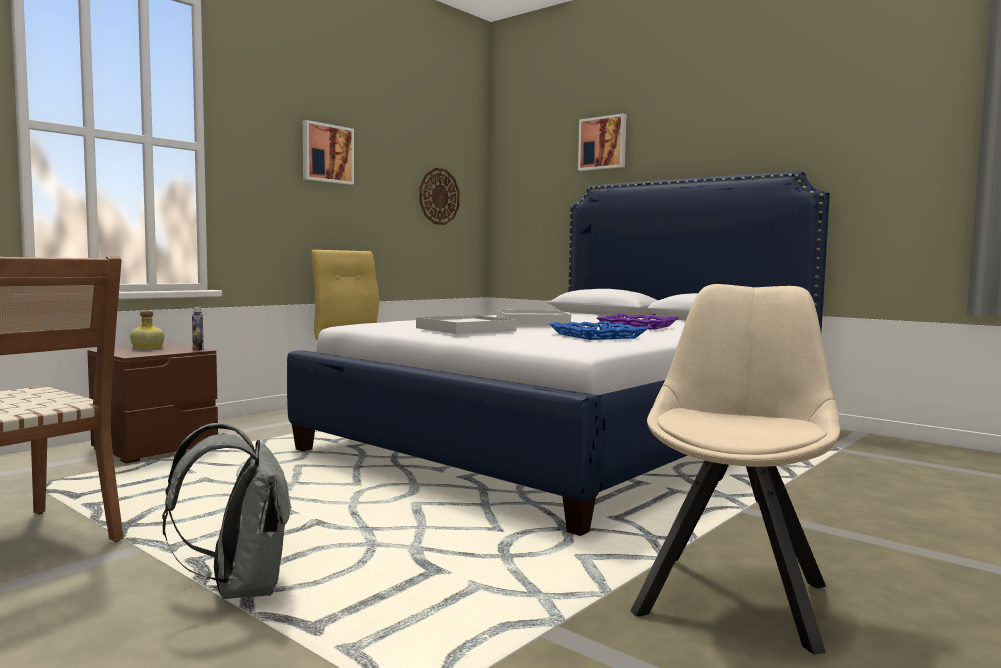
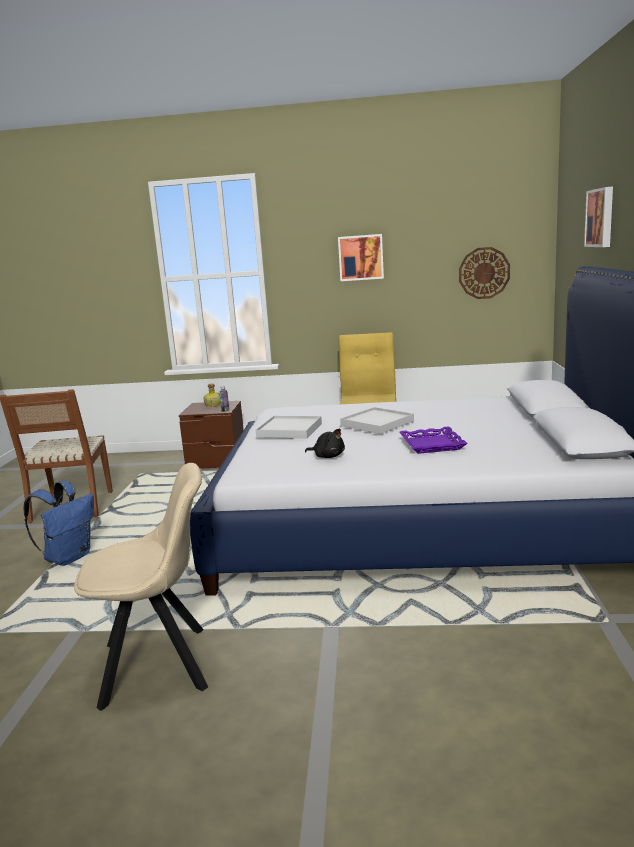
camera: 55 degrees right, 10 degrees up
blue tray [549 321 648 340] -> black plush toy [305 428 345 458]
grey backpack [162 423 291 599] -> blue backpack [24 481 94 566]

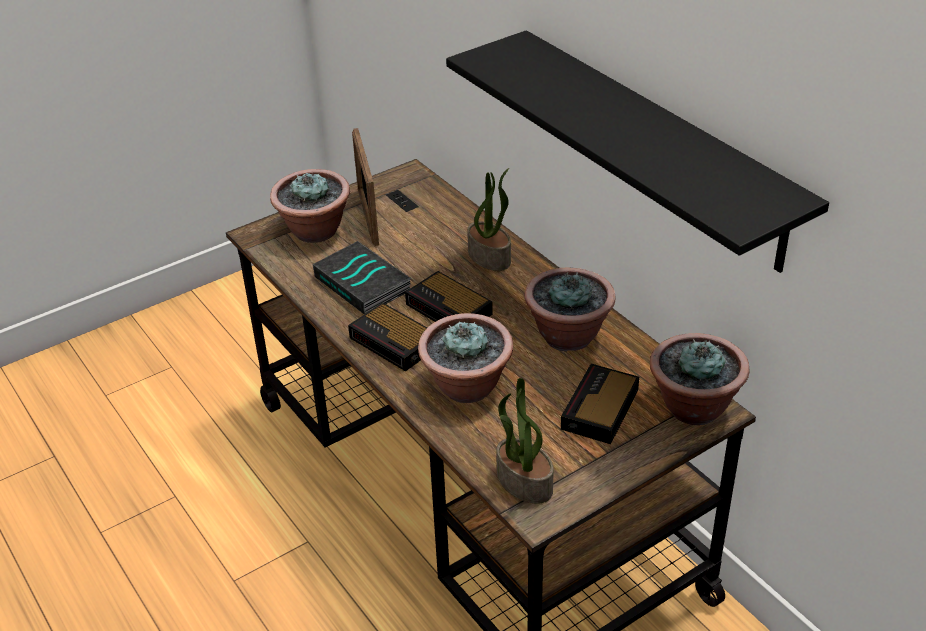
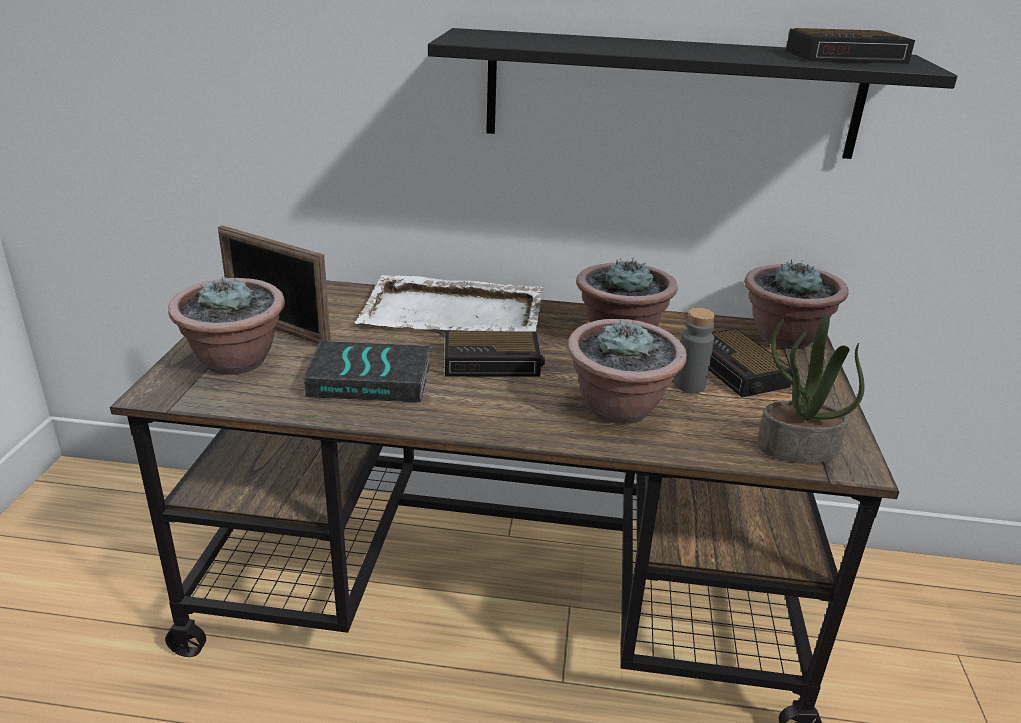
camera: 50 degrees left, 10 degrees down
potted plant [467 168 511 271] -> white tray [355 275 543 332]
alarm clock [348 302 427 372] -> alarm clock [786 28 915 64], relocated
none -> grey bottle [674 308 715 393]

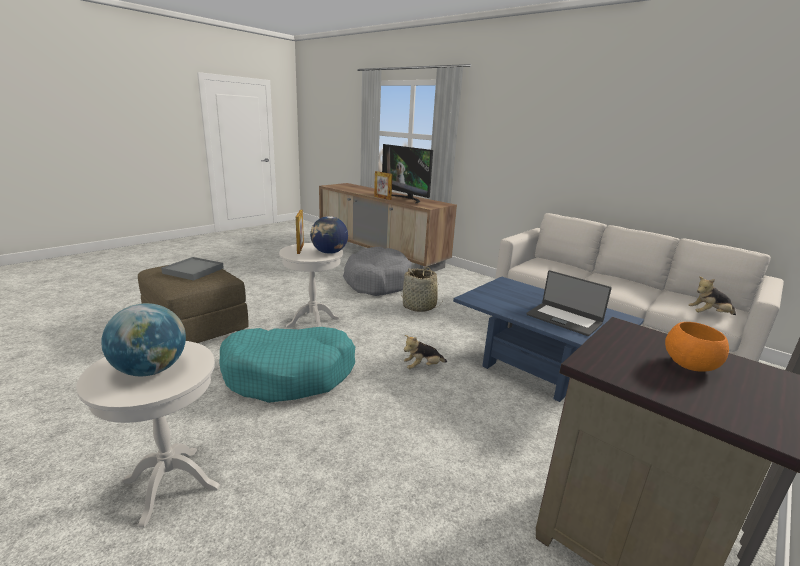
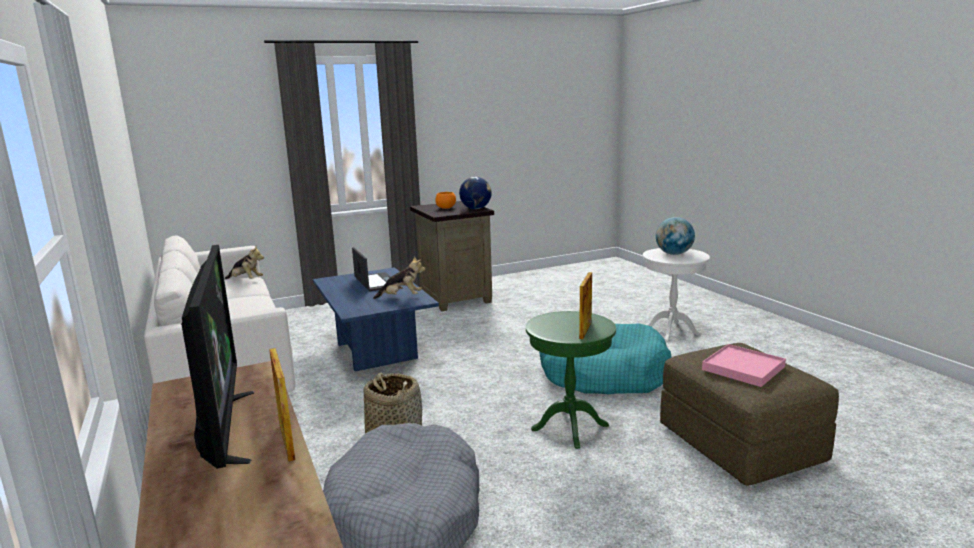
camera: 155 degrees left, 5 degrees down
globe [310 216 348 254] -> globe [459 177 492 209], relocated
white side table [279 243 343 328] -> green side table [526 311 616 449]
grey tray [161 257 224 281] -> pink tray [702 344 786 387]
plush toy [404 335 447 369] -> plush toy [373 256 425 299], relocated

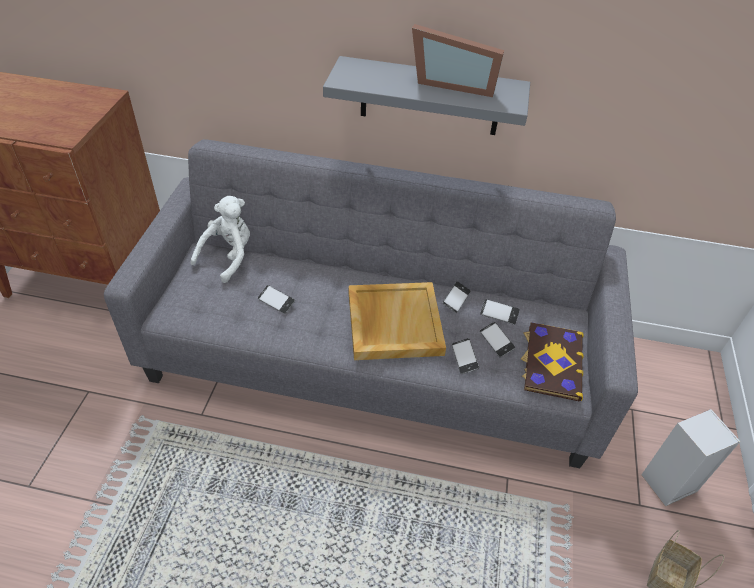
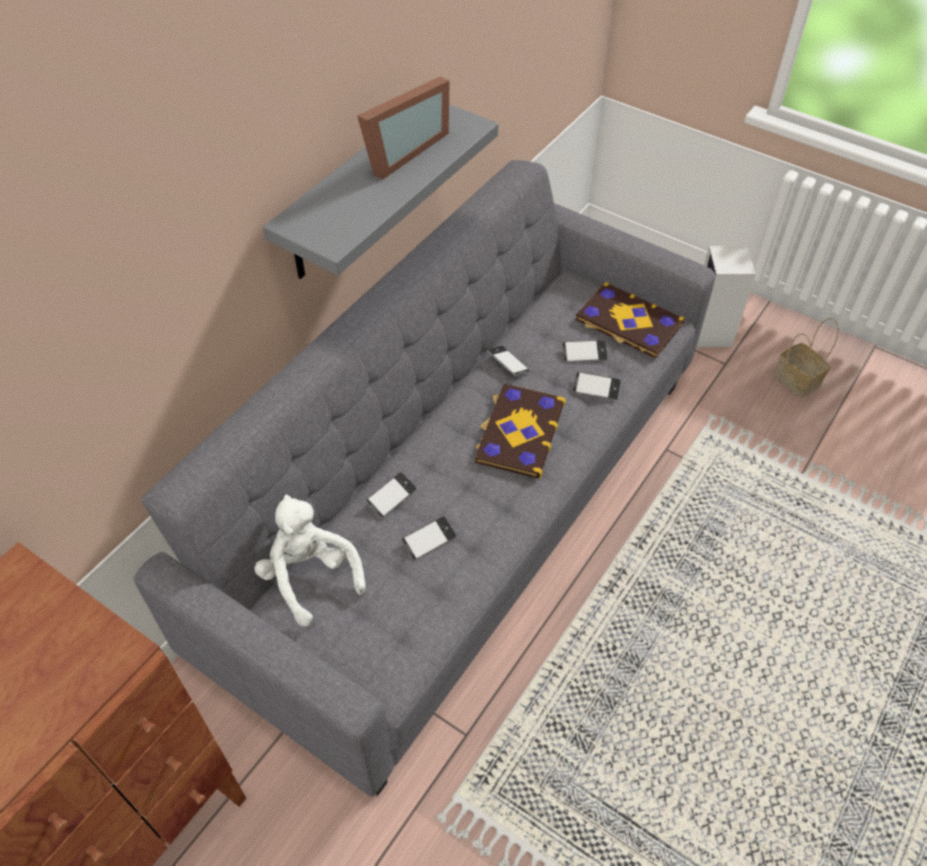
camera: 65 degrees left, 5 degrees up
beige tray [349 282 446 360] -> book [475 383 566 479]
phone [480 299 520 325] -> phone [366 472 416 518], relocated

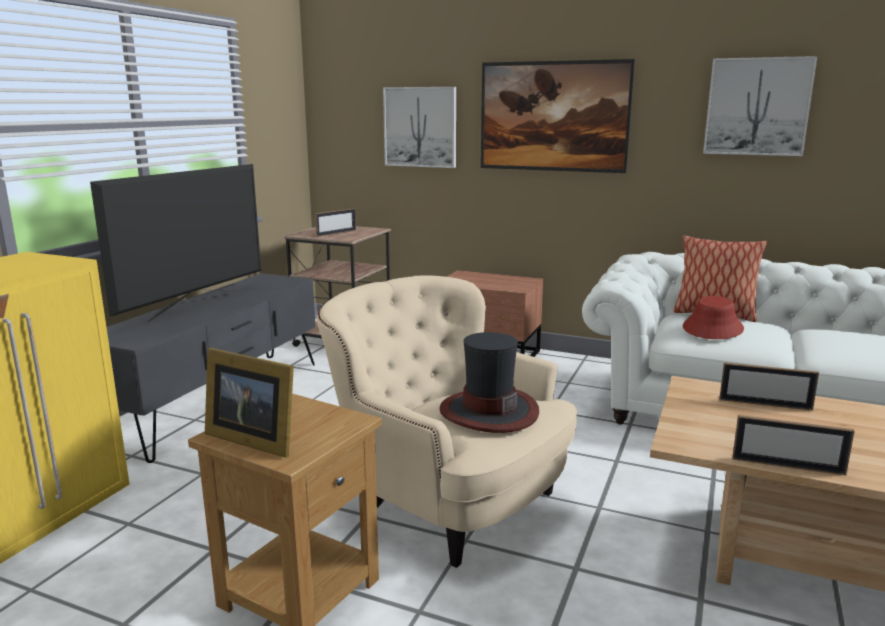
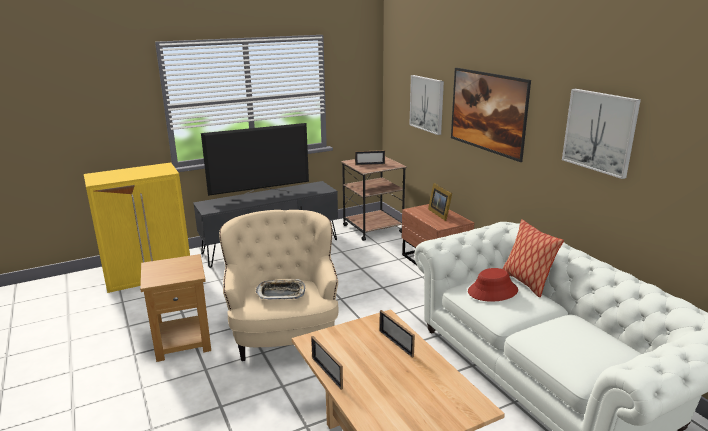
camera: 40 degrees right, 5 degrees up
hat [439 332 539 433] -> tray [256 279 306 300]
picture frame [205 348 294 458] -> picture frame [428 183 452 221], relocated

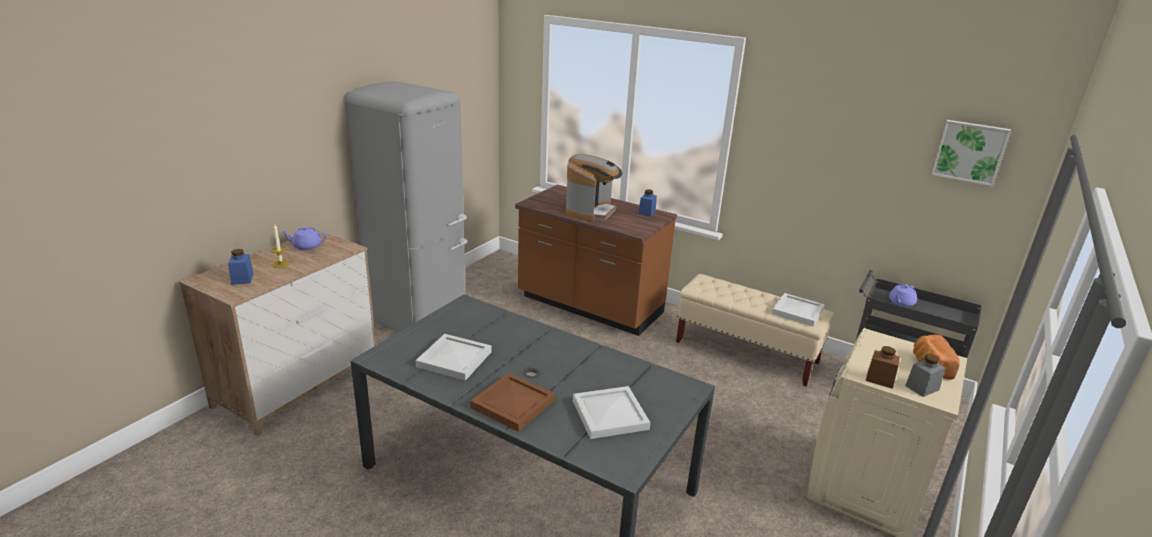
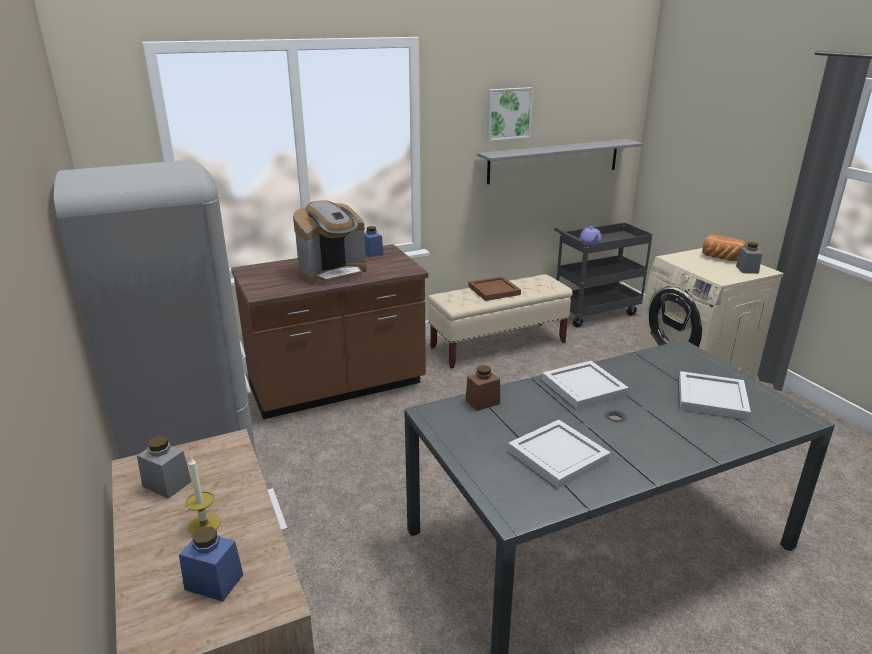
camera: 55 degrees left, 0 degrees up
picture [931 120 1011 186] -> picture [486 87 533 141], relocated
coffee machine [566 154 622 222] -> coffee machine [293 200 367 285], 90 degrees clockwise
purple teapot [281 227 327 250] -> grey jar [137 436 192 499]
white tray [772 293 825 326] -> white tray [542 361 629 409], relocated
brown jar [866 346 900 389] -> brown jar [465 365 500 411], relocated
brown tray [470 373 555 432] -> brown tray [469 276 521 301], relocated
none -> grey shelf [477 139 643 184]

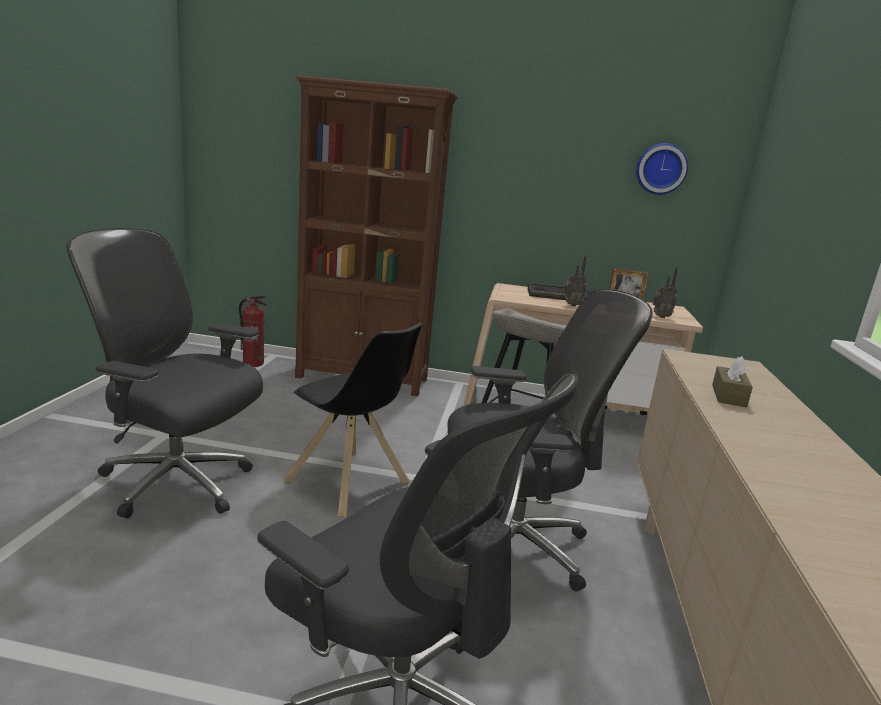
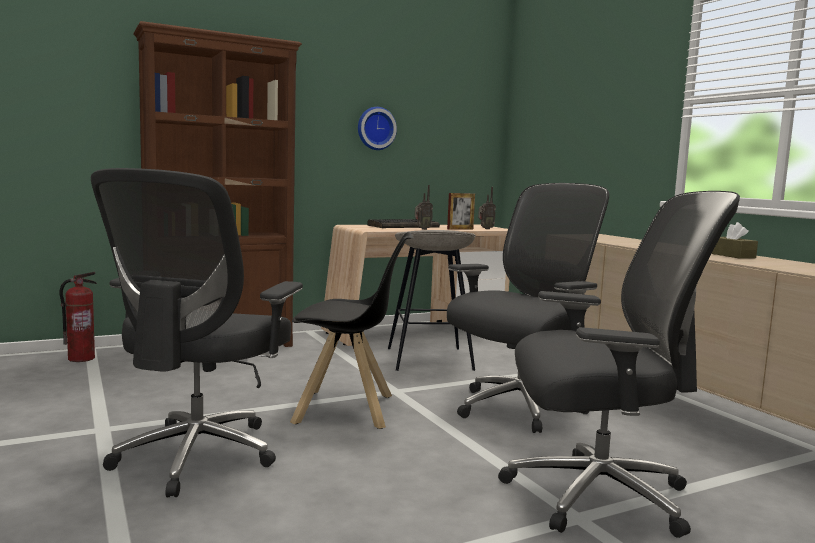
camera: 35 degrees left, 10 degrees down
wall clock [636 143 688 195] -> wall clock [358 107 397 150], relocated
office chair [67 228 263 519] -> office chair [91 168 303 497], 60 degrees counterclockwise
brown tissue box [712 356 753 407] -> brown tissue box [712 222 758 259], relocated

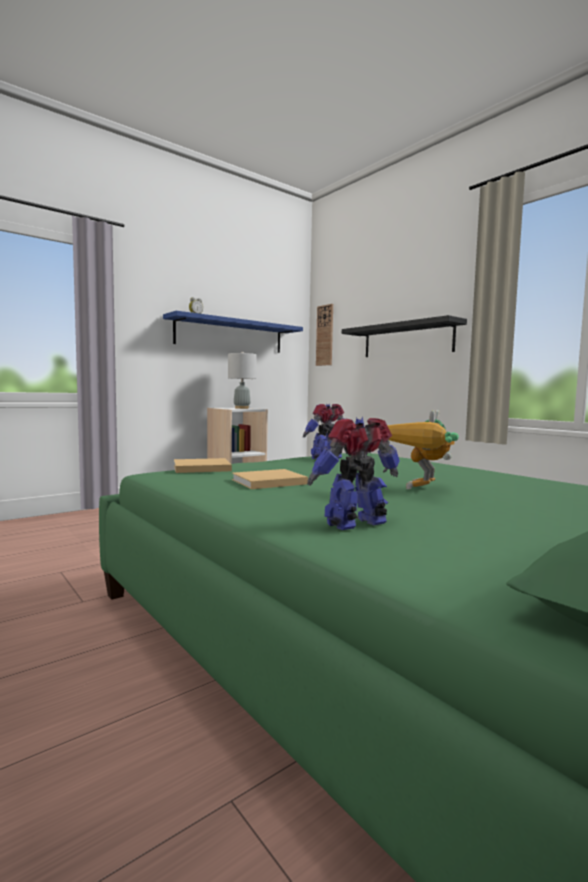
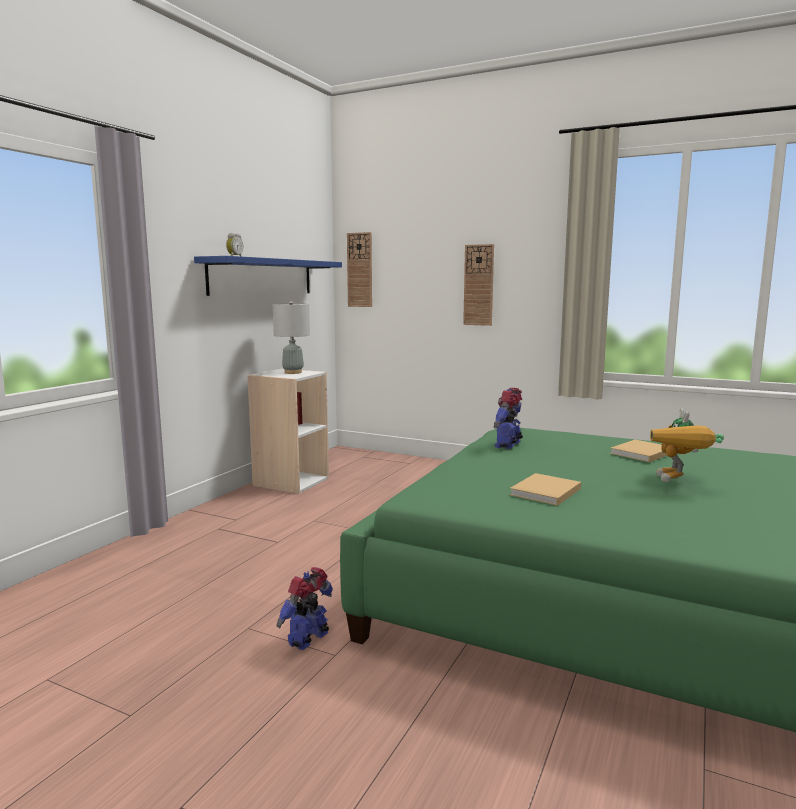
camera: 25 degrees left, 5 degrees up
black shelf [342 315 467 357] -> wall clock [463 244 494 326]
toy robot [307 417 400 530] -> toy robot [277 567 333 650], relocated
beige book [174 458 232 473] -> beige book [610 440 667 462], relocated

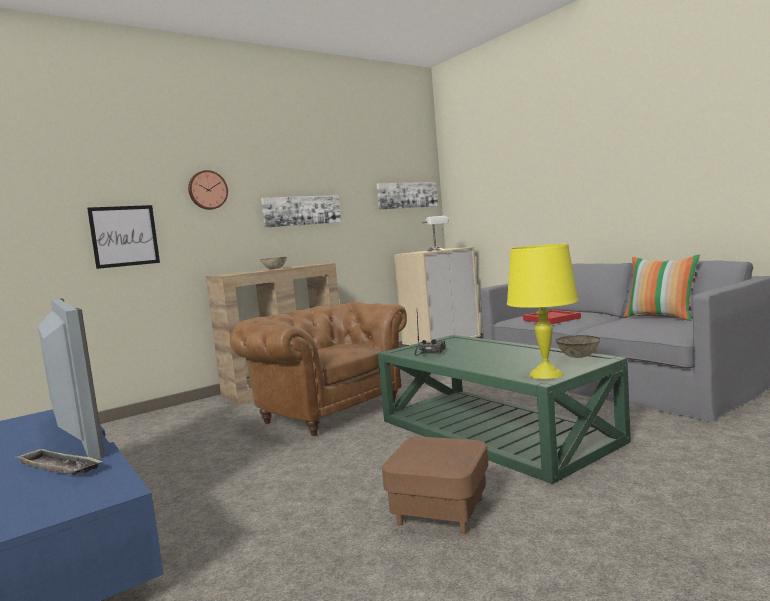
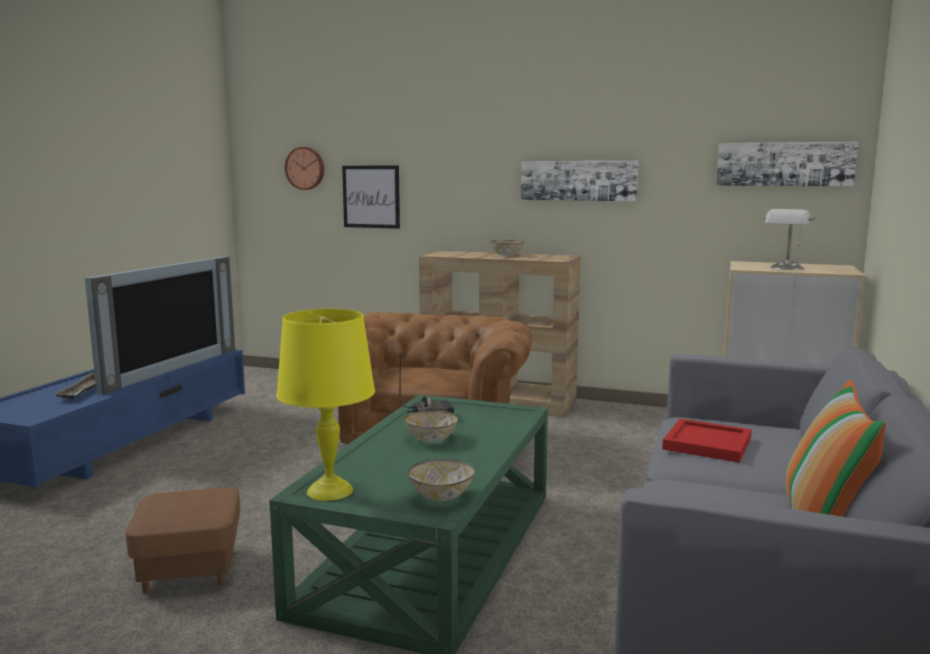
camera: 55 degrees right, 5 degrees up
wall clock [188 170 228 210] -> wall clock [285 147 324 190], relocated
none -> bowl [404 410 458 442]

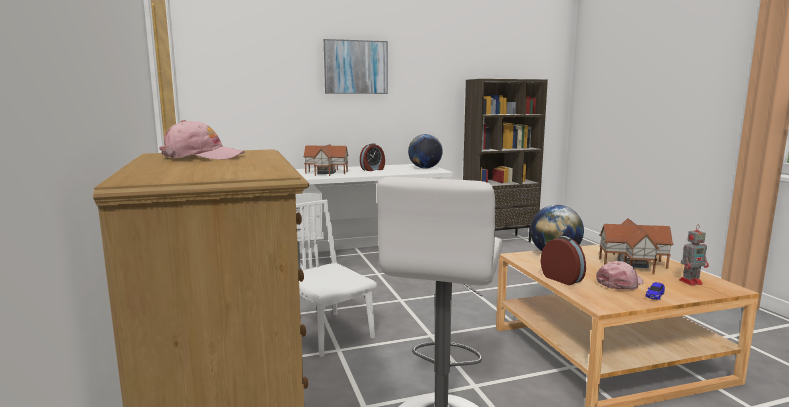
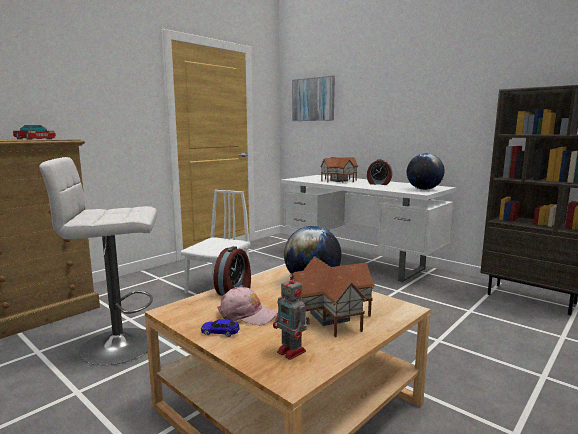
camera: 60 degrees right, 0 degrees up
picture [324 39 388 94] -> picture [292 75 335 121], relocated
pink cap [159 120 245 160] -> toy car [13 125 56 140]

